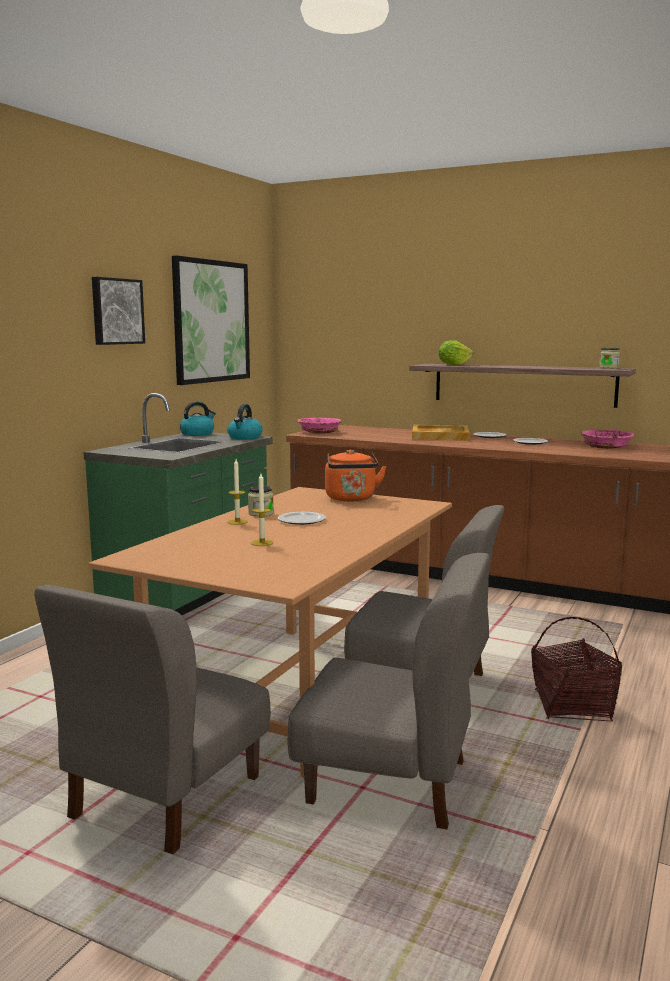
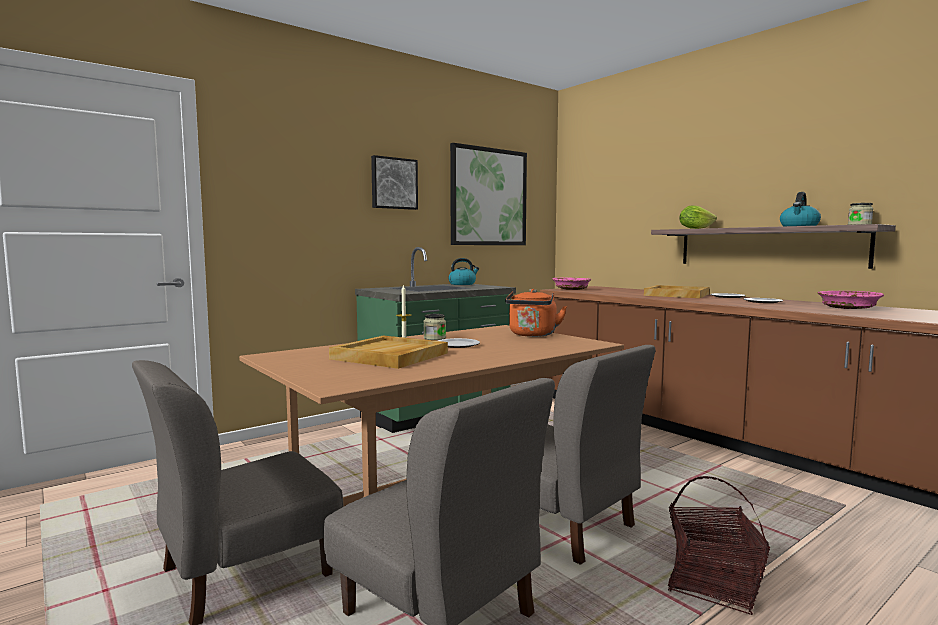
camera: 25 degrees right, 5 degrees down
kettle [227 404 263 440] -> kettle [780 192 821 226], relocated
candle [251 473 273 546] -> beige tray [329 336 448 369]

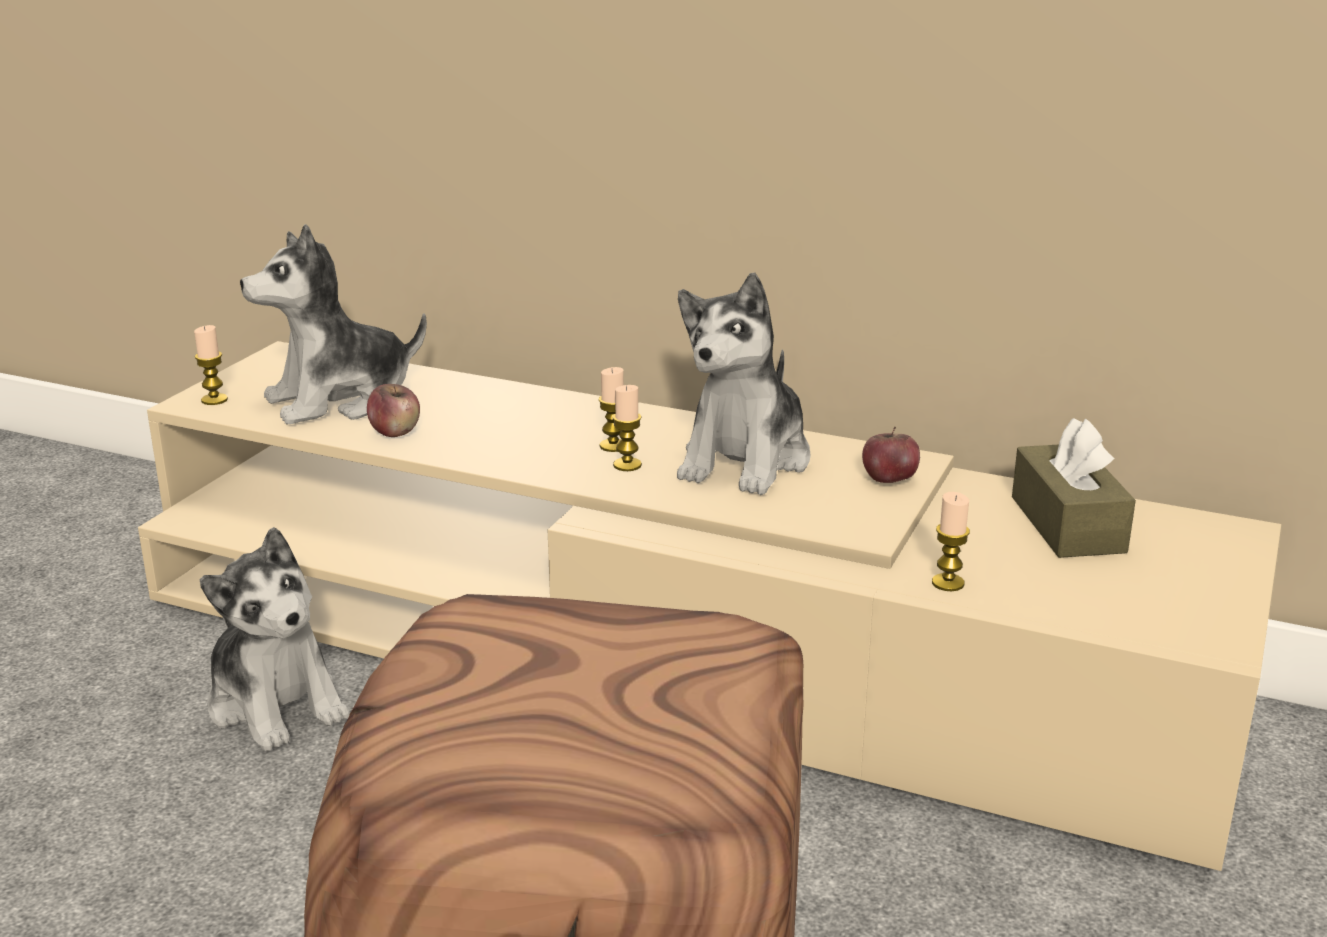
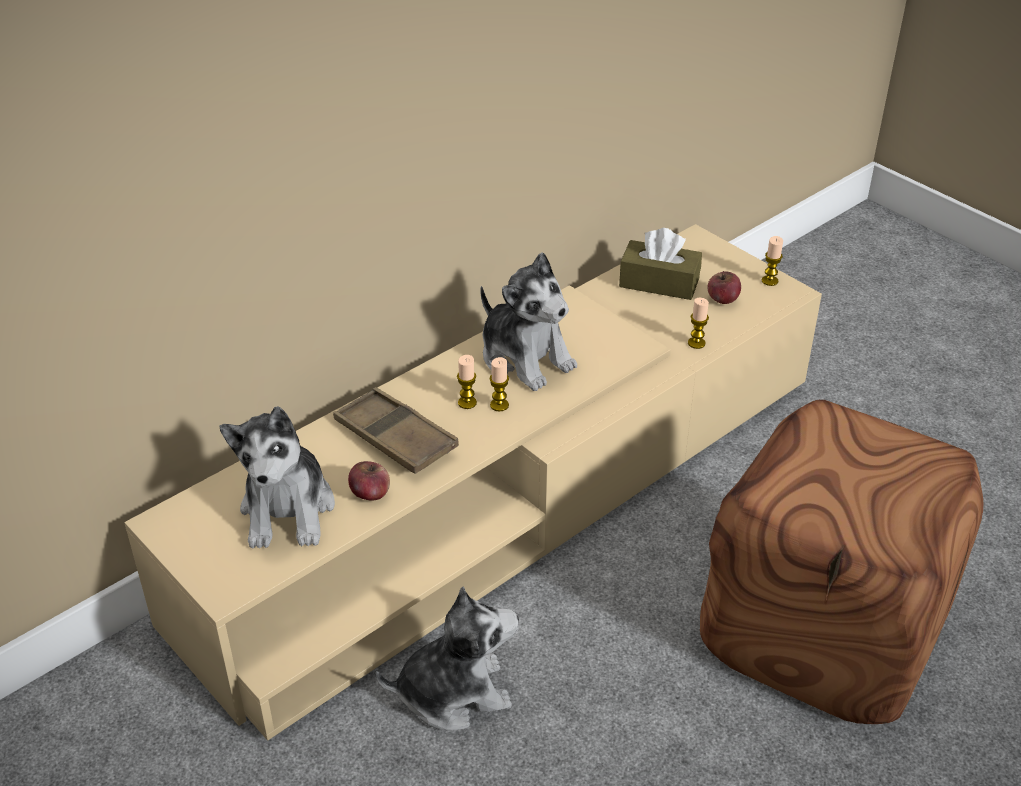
camera: 65 degrees left, 15 degrees up
candle [194 325 228 405] -> candle [762 236 783 286], relocated
apple [862 427 920 483] -> apple [708 271 741 304], relocated
none -> brown tray [333 387 459 474]

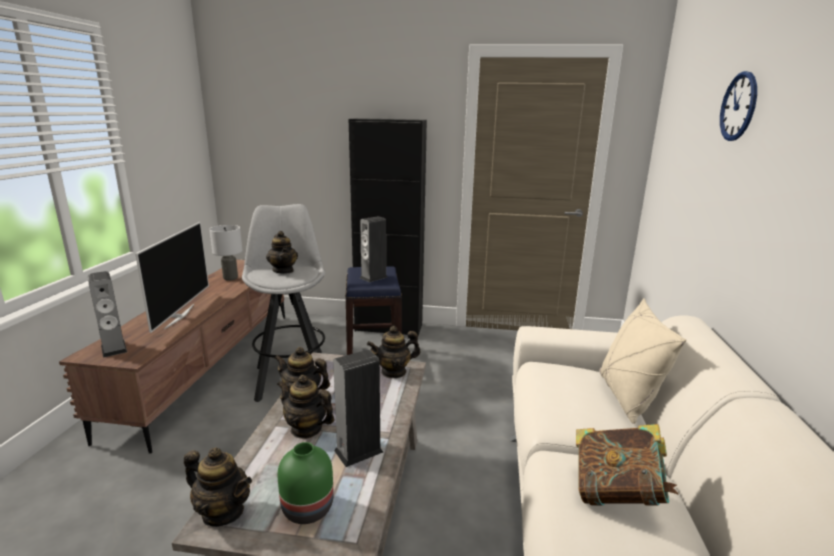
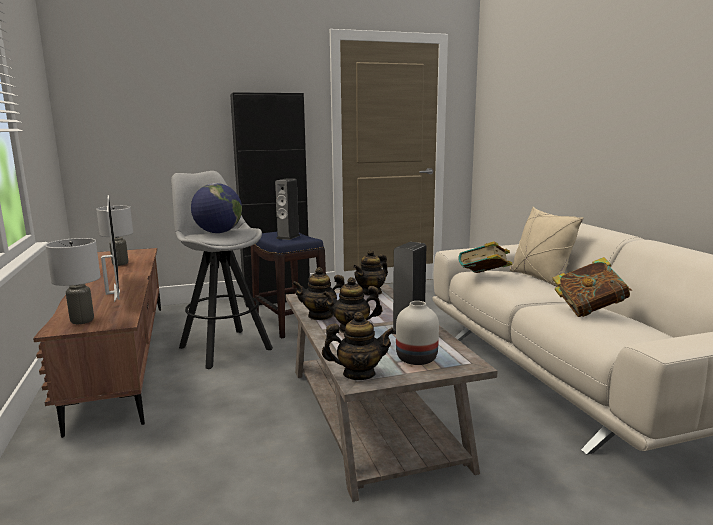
camera: 25 degrees left, 5 degrees down
wall clock [720 71 757 141] -> none
teapot [266 231 298 274] -> globe [191 183 242 233]
speaker [88 271 127 358] -> white table lamp [46 238 101 324]
green vase [278 442 333 524] -> white vase [396 301 439 365]
none -> book [458 241 513 273]

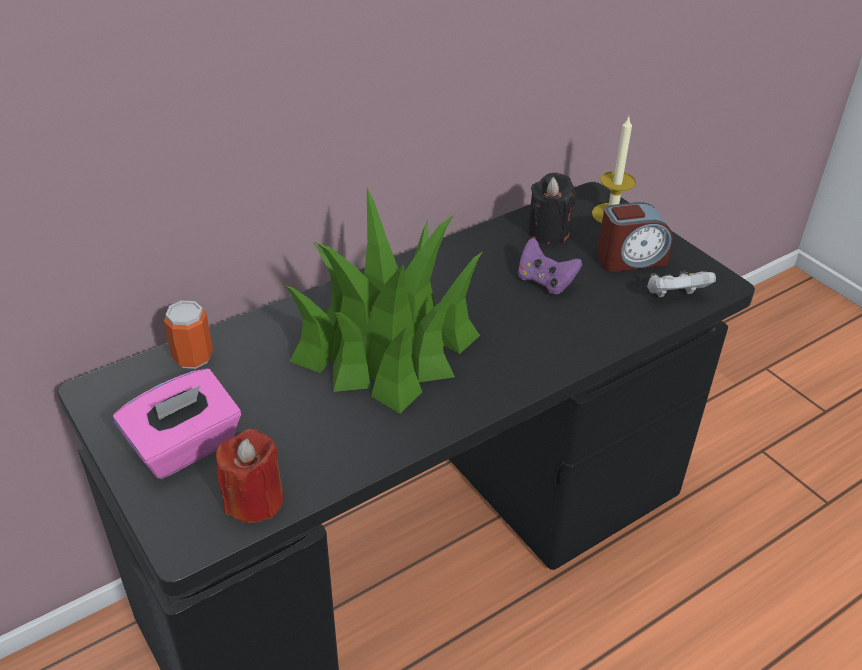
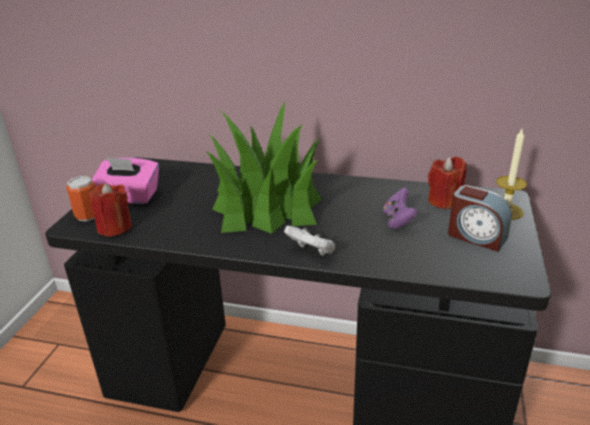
camera: 50 degrees right, 10 degrees down
black candle [528 173 576 244] -> red candle [428 157 467 209]
white game controller [647 271 716 298] -> white game controller [284 225 335 256], relocated
can [164 300 213 369] -> can [66 176 96 221], relocated

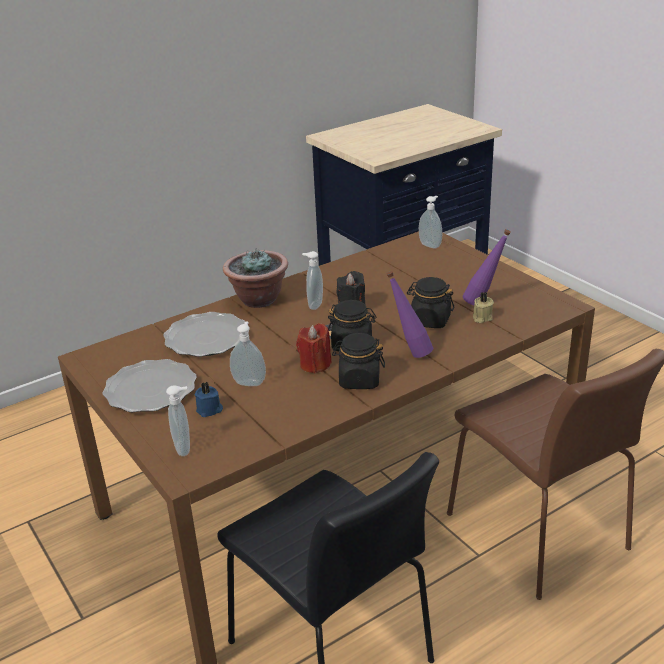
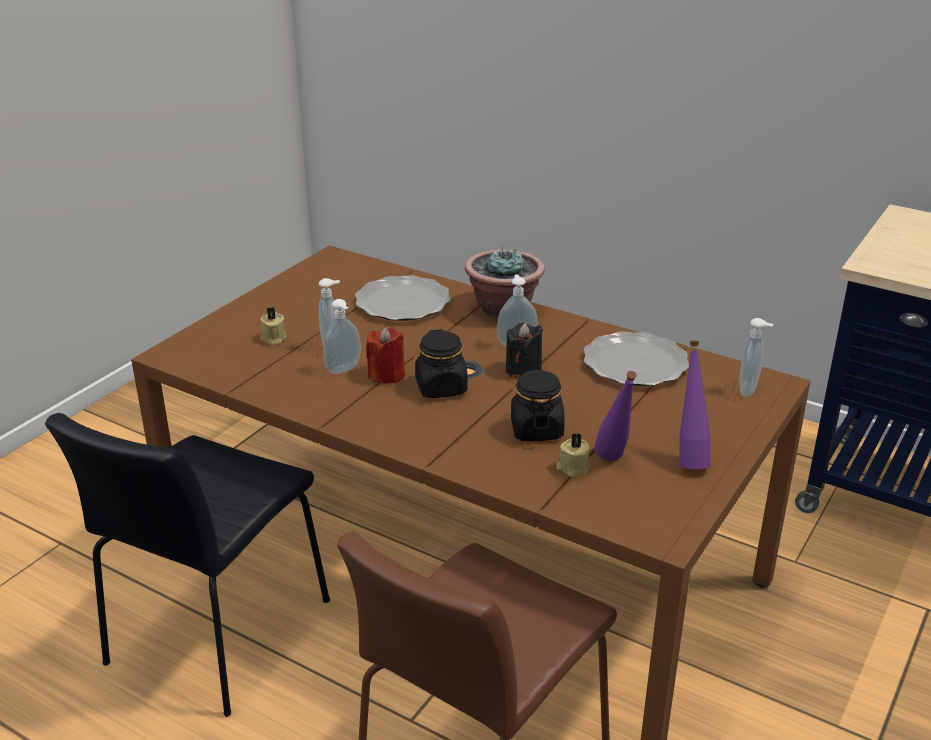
camera: 65 degrees right, 0 degrees up
purple bottle [387 271 433 358] -> purple bottle [679 341 711 469], relocated
black jar [332 333 385 389] -> none
plate [102 359 197 412] -> plate [584 331 689 386], relocated
blue candle [195 382 223 417] -> beige candle [260 307 287 345]
soap dispenser [166 385 190 456] -> soap dispenser [323 299 361 374], relocated

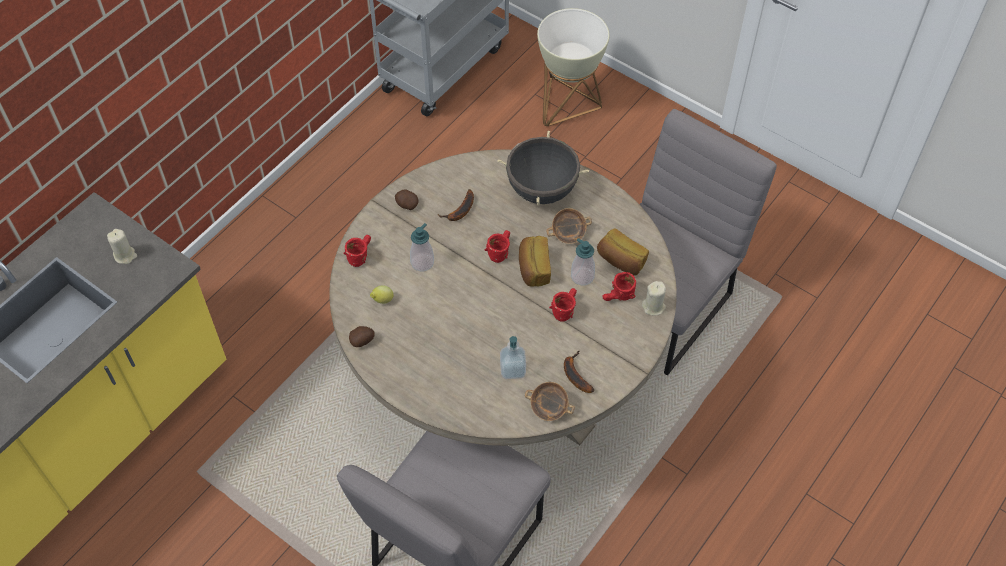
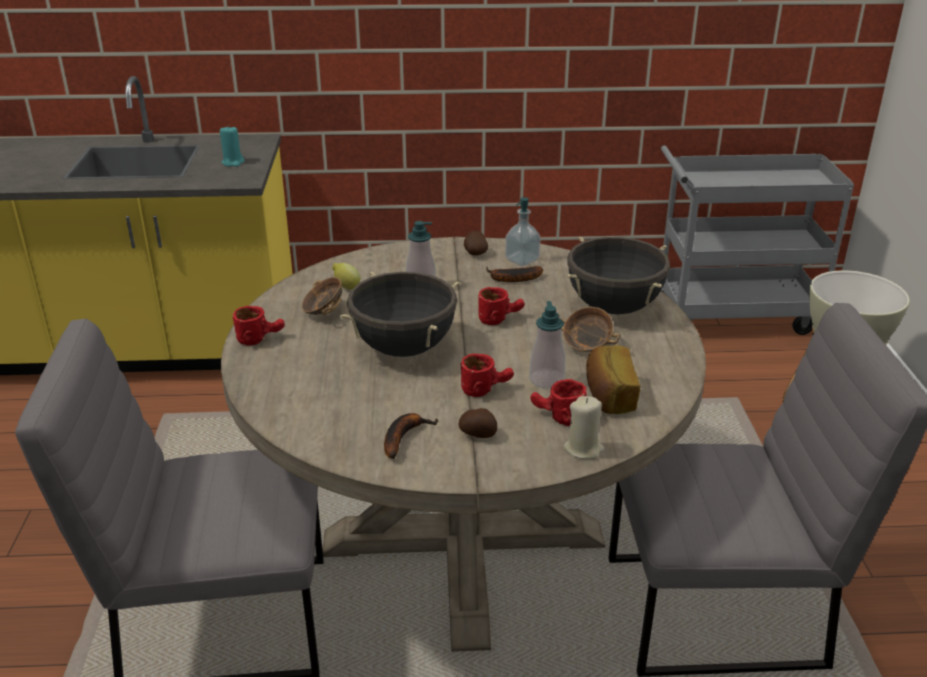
camera: 50 degrees right, 25 degrees down
beige candle [107 229 137 264] -> turquoise candle [220 125 244 167]
red mug [343 235 371 267] -> red mug [233 306 285 345], relocated
bread [519 236 551 287] -> none
potato [349 326 375 347] -> potato [459 408 497 438], relocated
soap dispenser [500 336 526 379] -> soap dispenser [505 197 541 266], relocated
bowl [525 382 575 421] -> bowl [301 277 342 315], relocated
none -> black cooking pot [340 272 461 357]

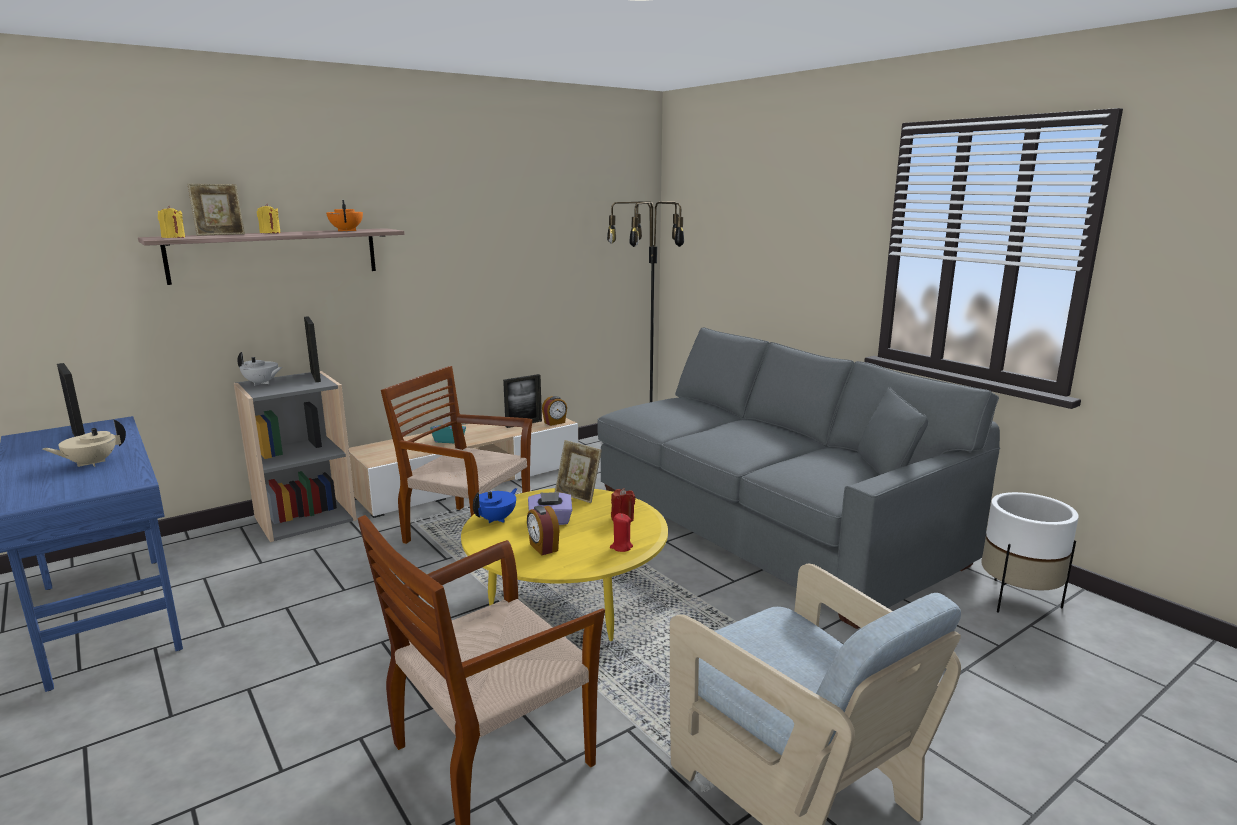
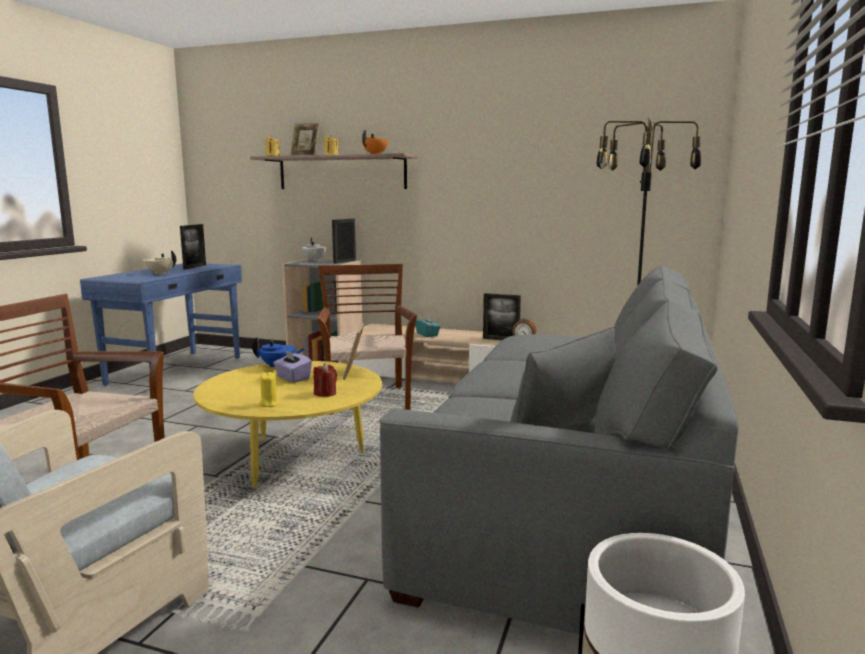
camera: 55 degrees right, 5 degrees down
alarm clock [527 506 560 556] -> none
red candle [610 513 633 552] -> yellow candle [259 372 279 407]

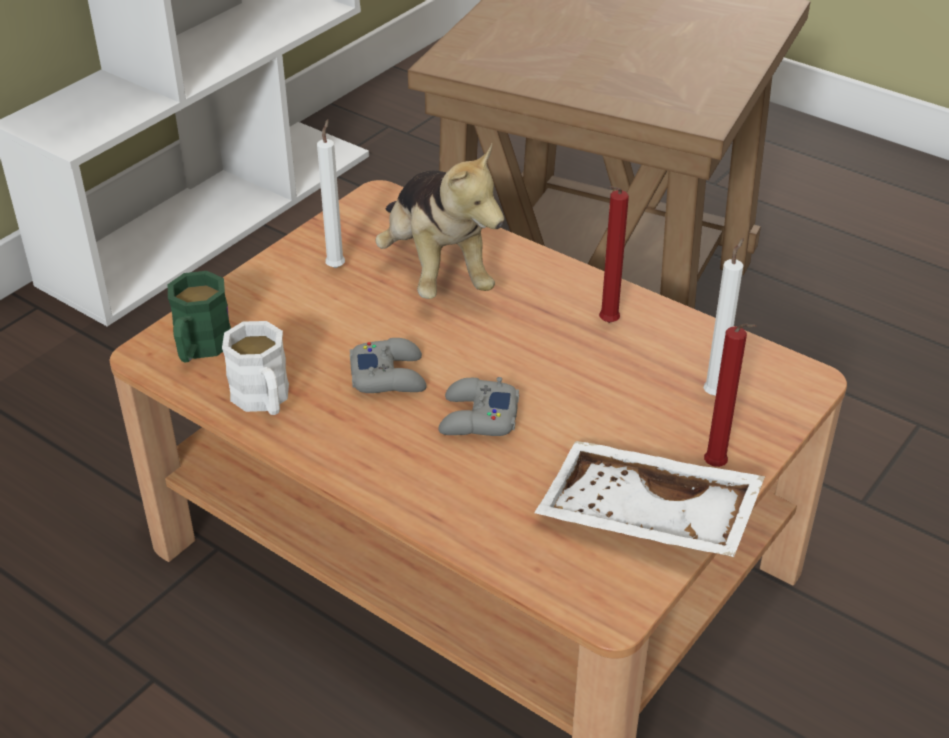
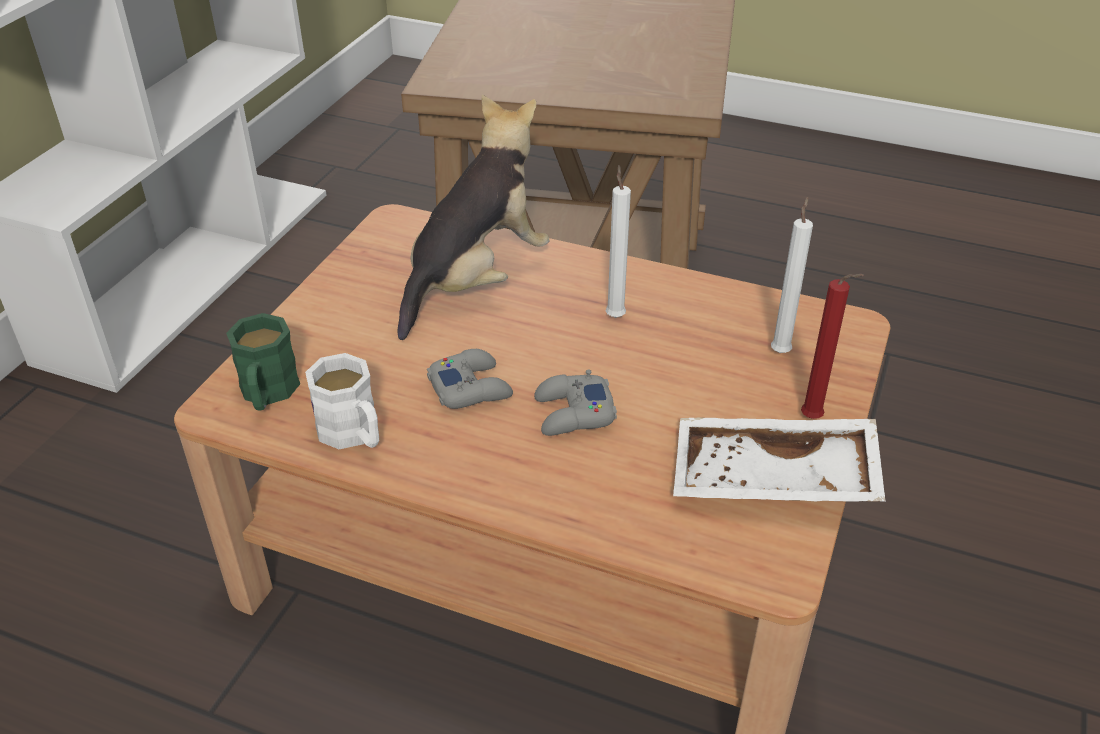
camera: 15 degrees left, 0 degrees up
white candle [317 119 345 268] -> white candle [606 165 631 318], relocated
plush toy [375 144 504 299] -> plush toy [397 95 550 340], 105 degrees counterclockwise
red candle [599 186 629 323] -> none

